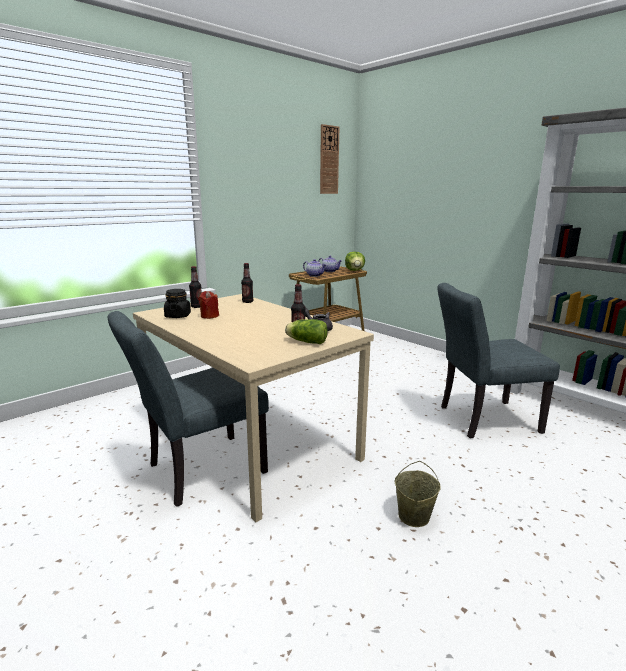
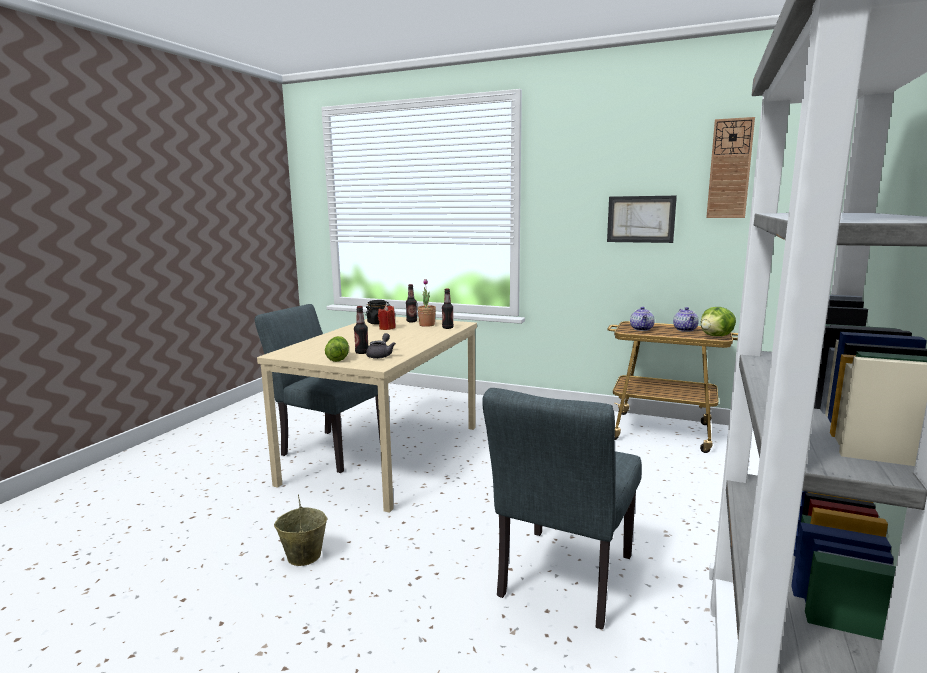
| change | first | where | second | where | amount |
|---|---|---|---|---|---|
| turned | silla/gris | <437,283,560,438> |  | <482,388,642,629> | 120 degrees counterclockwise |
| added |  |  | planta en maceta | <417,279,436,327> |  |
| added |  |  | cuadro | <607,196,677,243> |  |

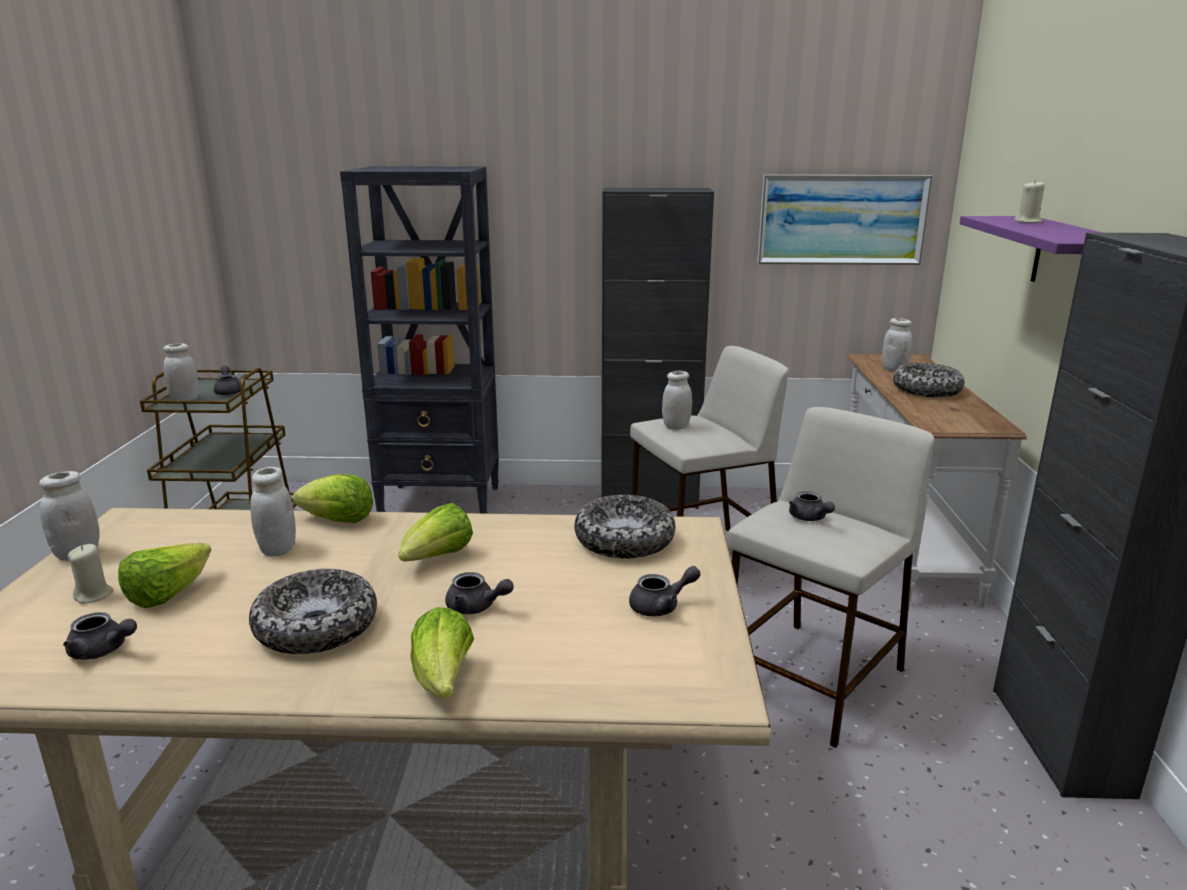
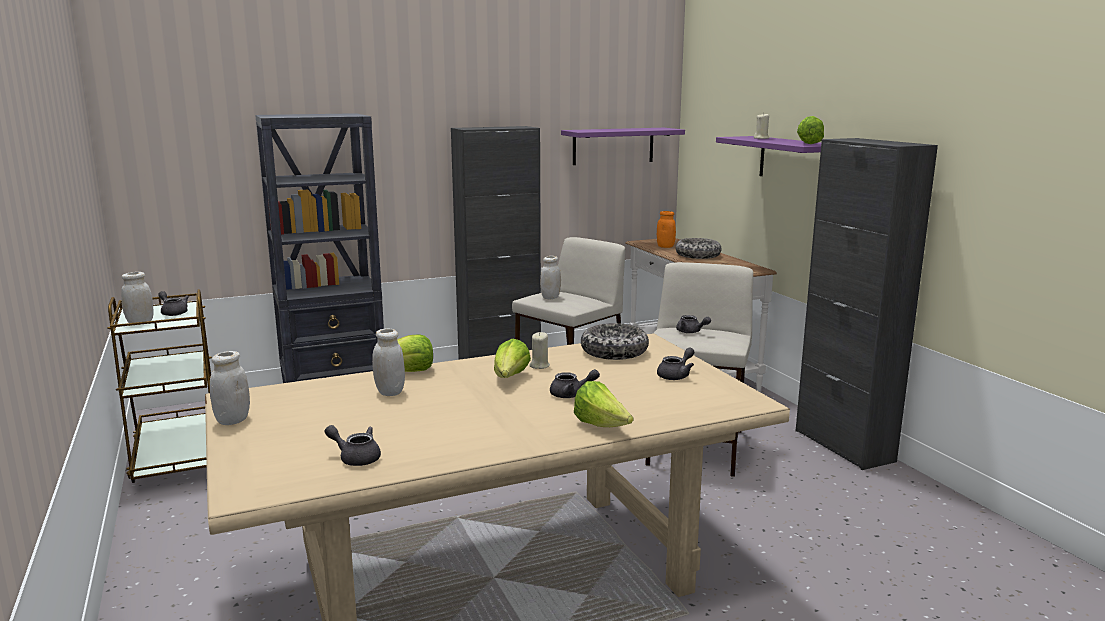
| change | first | where | second | where | amount |
|---|---|---|---|---|---|
| turned | tetera/gris | <63,612,137,660> |  | <324,425,381,466> | 150 degrees counterclockwise |
| moved | vela/beis | <68,544,114,604> |  | <529,332,550,369> |  |
| moved | lechuga | <118,543,211,608> |  | <797,116,824,144> |  |
| removed | cuenco | <249,569,377,654> |  |  |  |
| replaced | cuadro | <757,175,932,265> | estante/morado | <561,128,685,165> |  |
| recoloured | tarro/blanco | <882,318,912,371> | tarro/naranja | <657,211,676,248> |  |

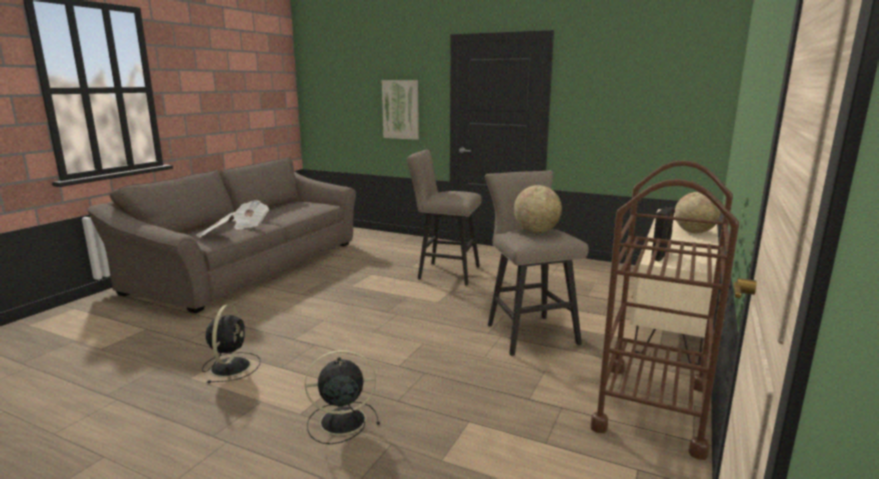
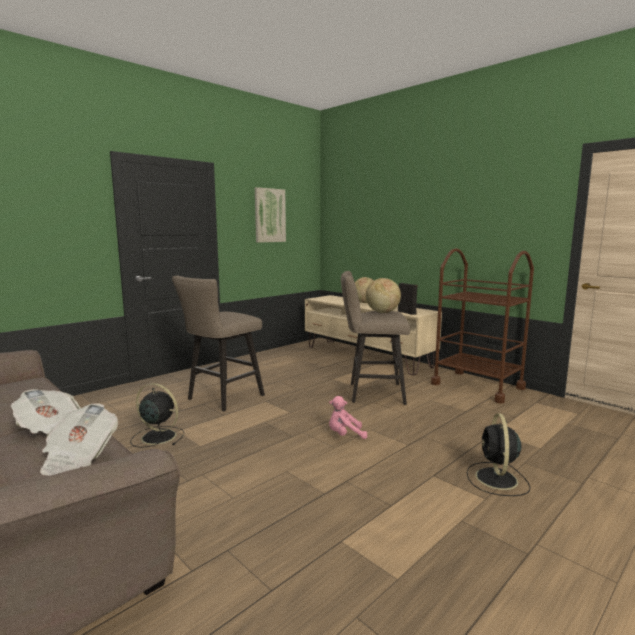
| change | first | where | second | where | amount |
|---|---|---|---|---|---|
| moved | ventilador/negro | <202,304,261,383> |  | <130,383,185,448> |  |
| moved | cuadro | <382,80,419,140> |  | <255,187,286,243> |  |
| added |  |  | peluche/rosa | <329,396,367,439> |  |

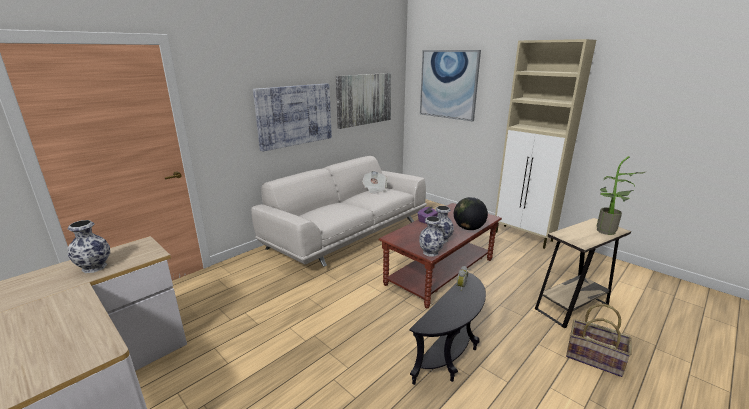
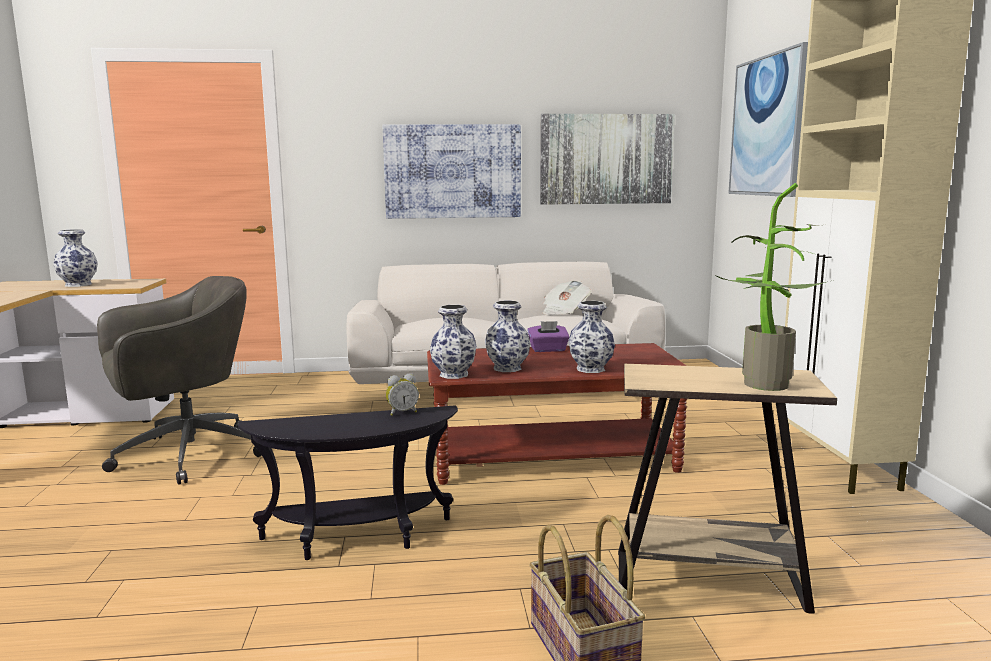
| change | first | where | second | where | amount |
|---|---|---|---|---|---|
| replaced | globo terráqueo | <454,197,488,230> | florero | <568,301,615,373> |  |
| added |  |  | silla de oficina/gris | <97,276,261,485> |  |

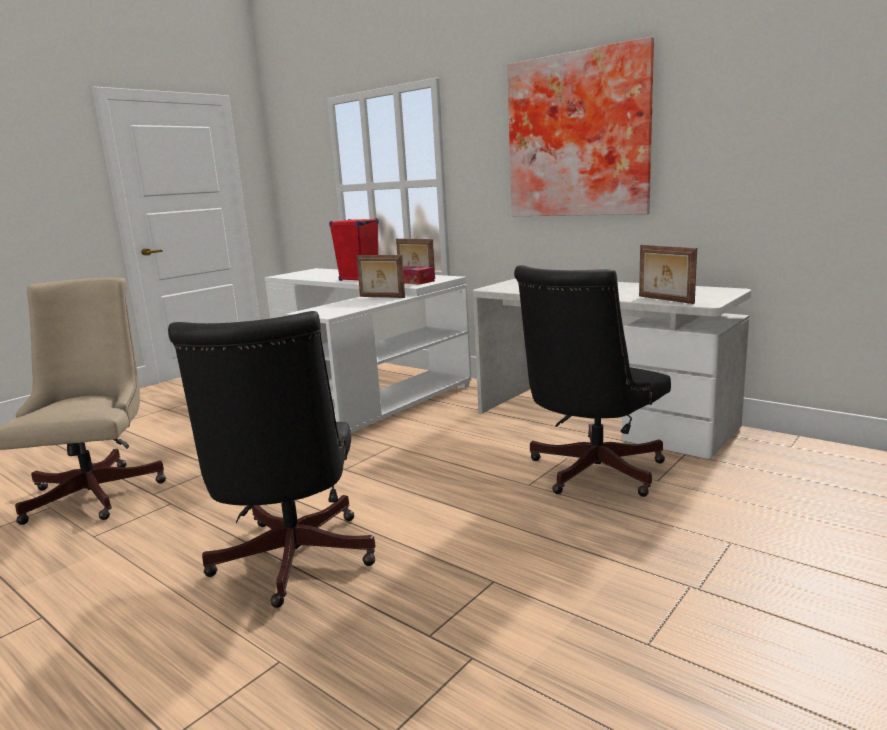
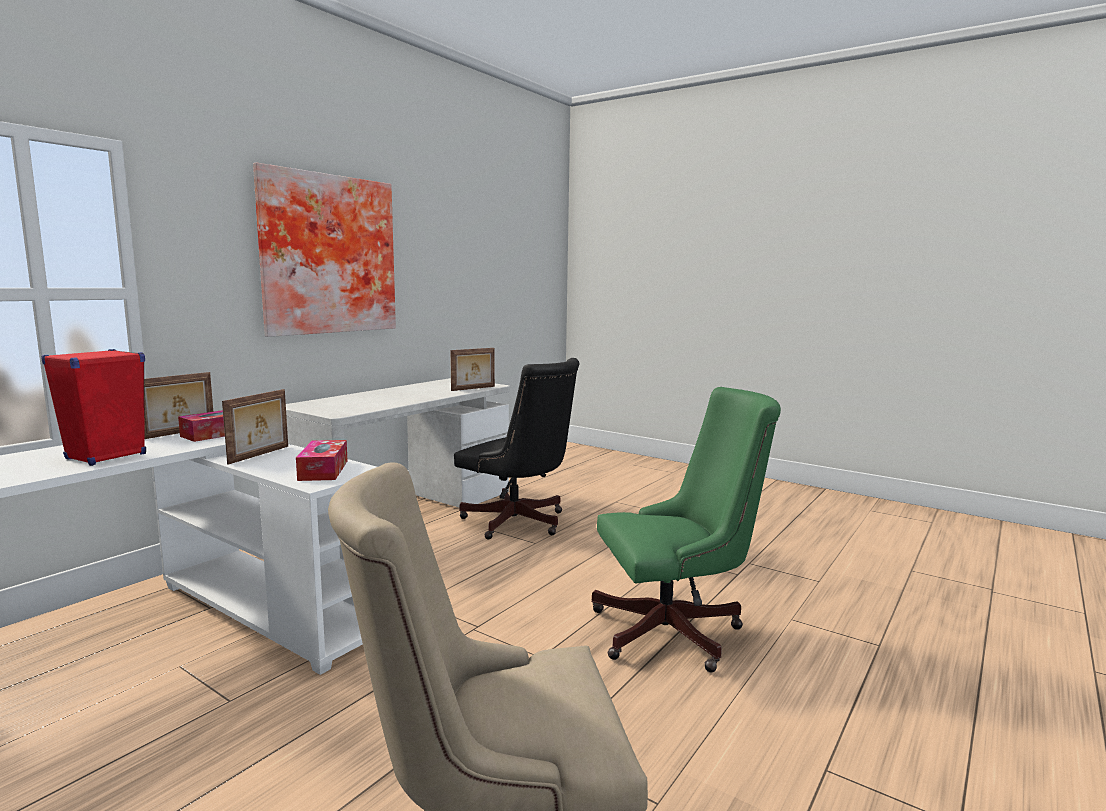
| change | first | where | second | where | amount |
|---|---|---|---|---|---|
| recoloured | silla de oficina/negro | <168,311,376,608> | silla de oficina/verde | <592,387,781,672> |  |
| added |  |  | caja de pañuelos | <296,440,348,481> |  |

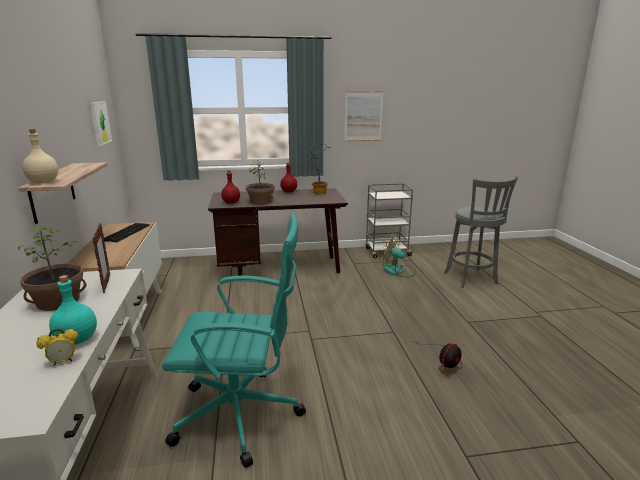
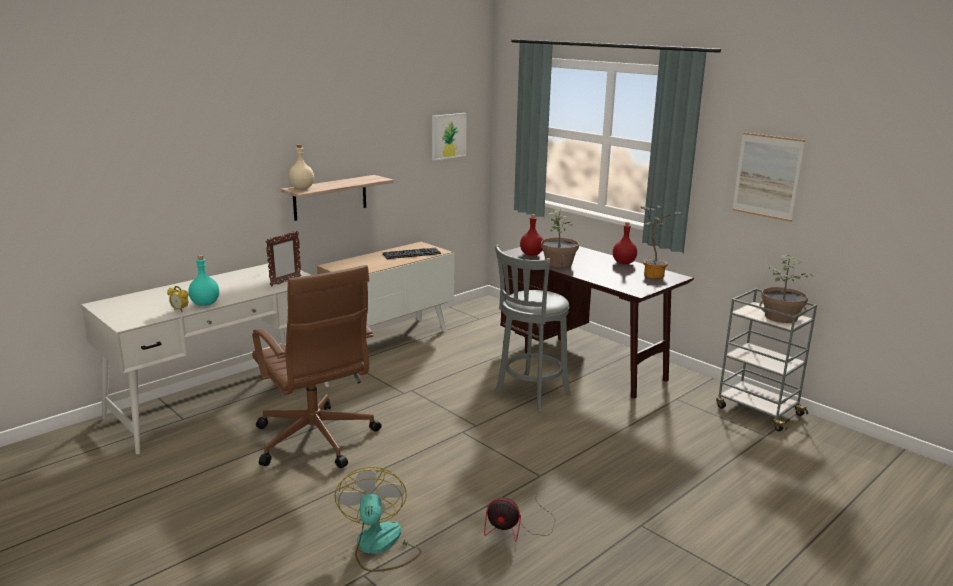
| change | first | where | second | where | amount |
|---|---|---|---|---|---|
| moved | planta en maceta | <18,226,86,311> |  | <759,254,812,323> |  |
| recoloured | silla de oficina/turquesa | <162,213,306,468> | silla de oficina/marrón | <252,265,382,468> |  |
| moved | ventilador | <381,234,416,277> |  | <334,467,421,572> |  |
| moved | taburete/gris | <444,176,518,288> |  | <494,245,571,412> |  |

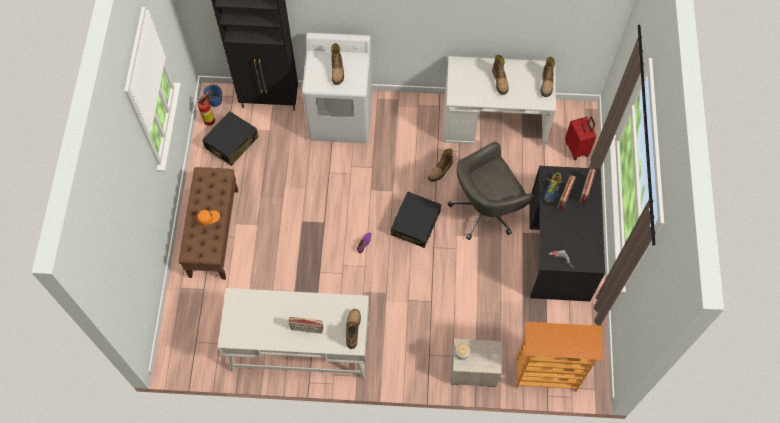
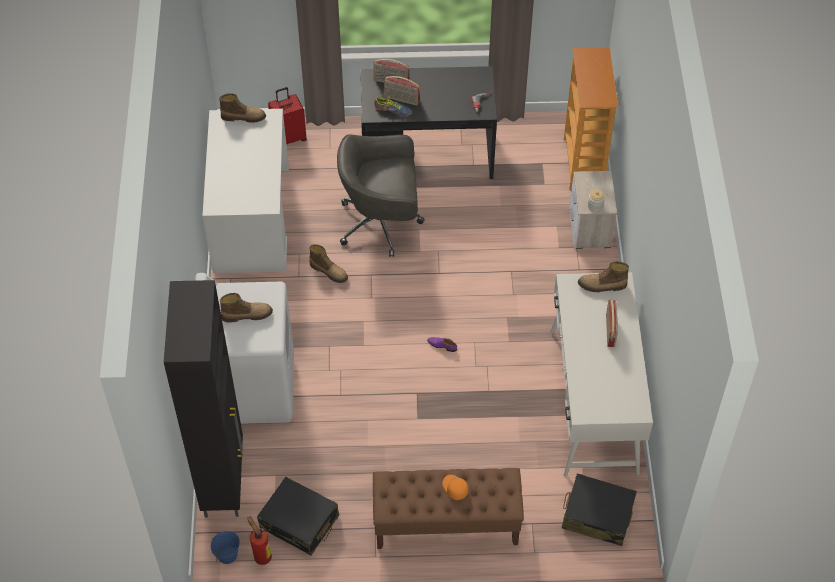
| change | first | where | second | where | amount |
|---|---|---|---|---|---|
| moved | maleta/negro | <391,191,441,248> |  | <562,473,637,546> |  |
| turned | silla de oficina/gris | <448,142,533,240> |  | <337,135,425,257> | 120 degrees clockwise |
| removed | bota | <492,54,509,95> |  |  |  |

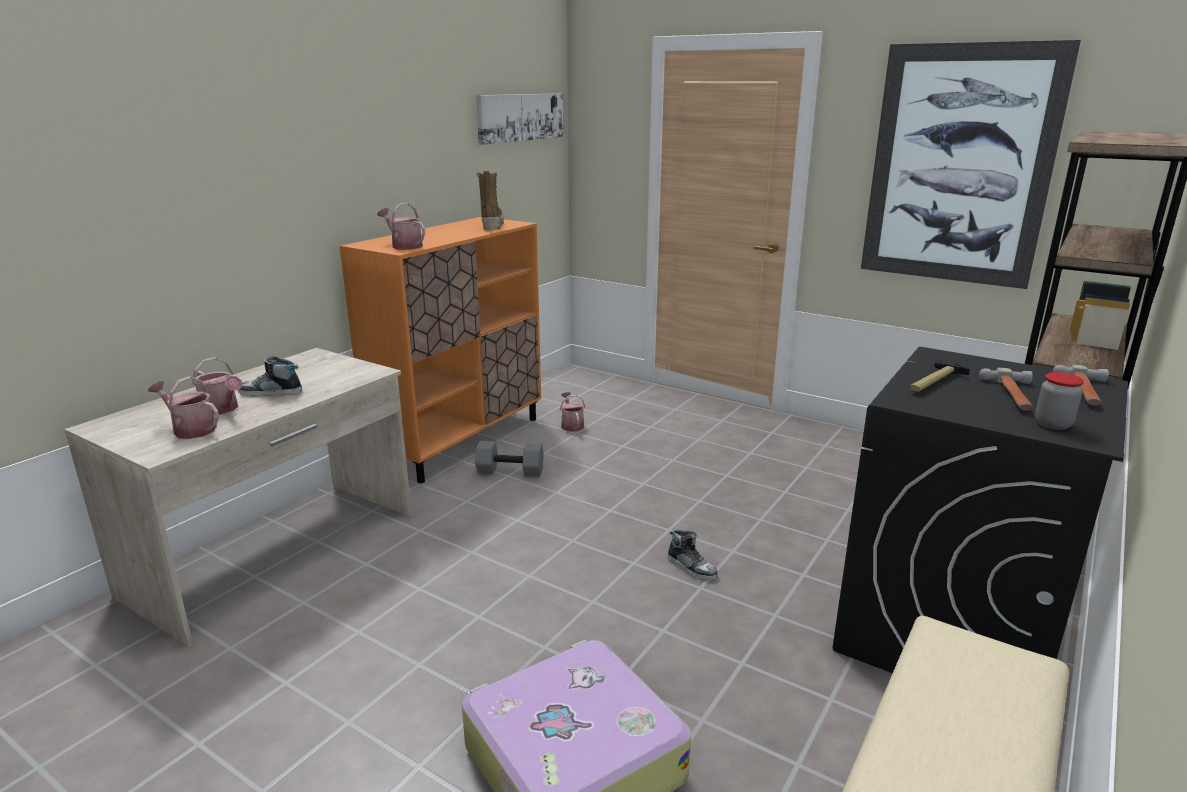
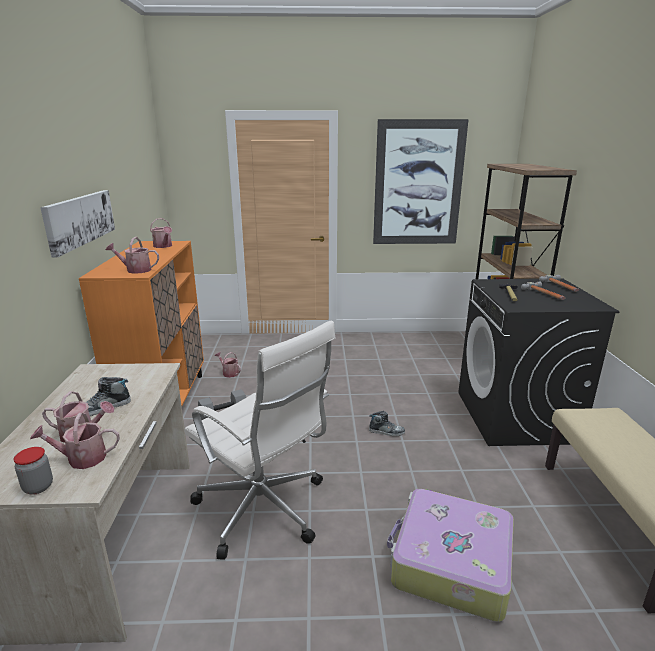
| change | first | where | second | where | amount |
|---|---|---|---|---|---|
| moved | cuadro | <476,93,563,145> |  | <40,190,115,257> |  |
| replaced | bota | <477,171,504,230> | regadera | <150,218,172,248> |  |
| moved | tarro | <1035,372,1084,430> |  | <14,447,53,495> |  |
| added |  |  | silla de oficina/blanco | <184,320,336,560> |  |

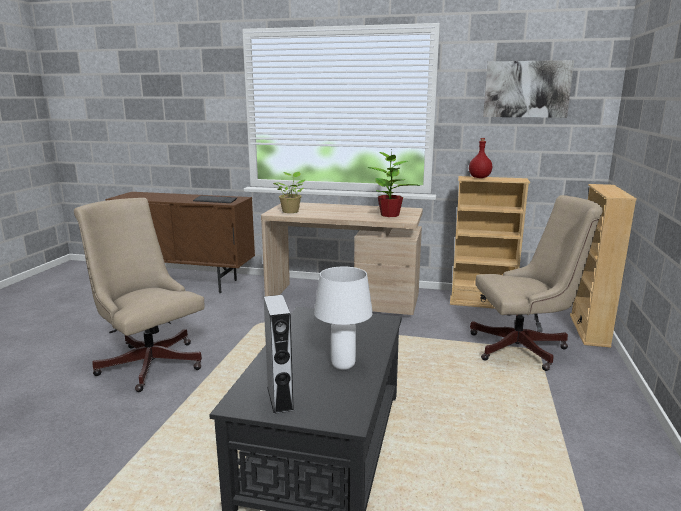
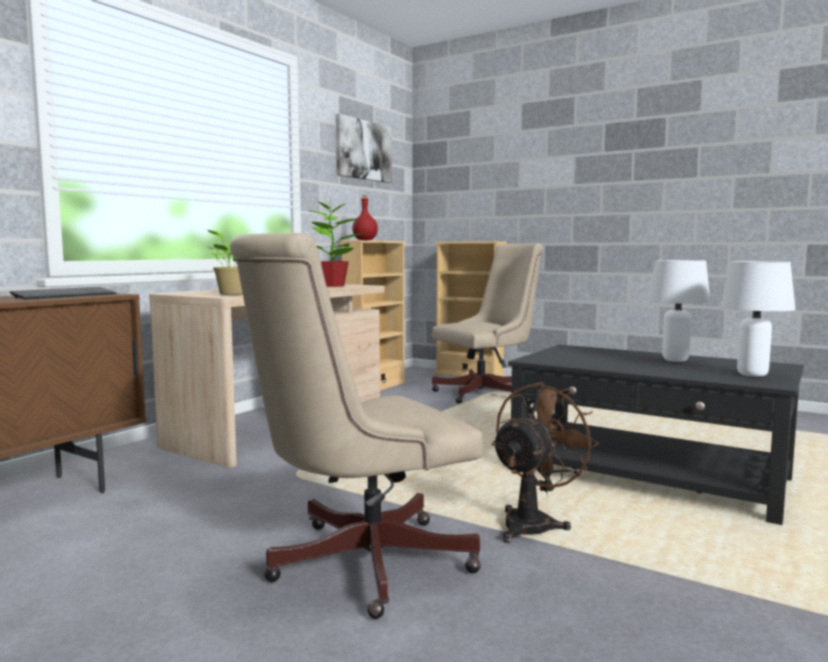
| change | first | where | second | where | amount |
|---|---|---|---|---|---|
| replaced | altavoz/gris | <264,295,294,414> | lámpara de mesa/blanco | <720,261,796,377> |  |
| turned | silla de oficina/beis | <470,195,603,371> |  | <432,244,543,404> | 45 degrees clockwise |
| added |  |  | ventilador/marrón | <491,382,599,543> |  |

